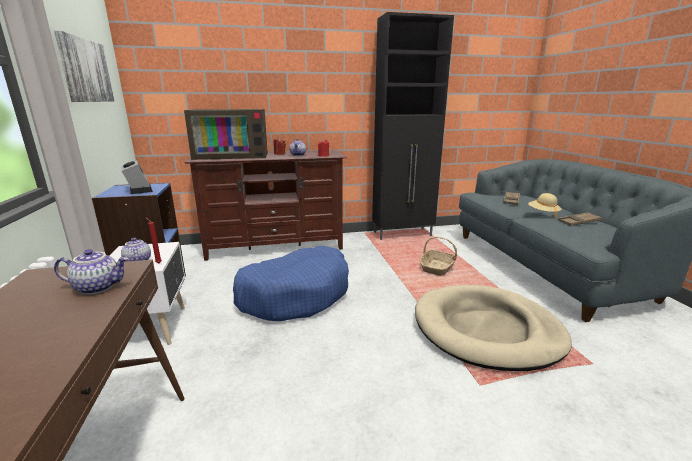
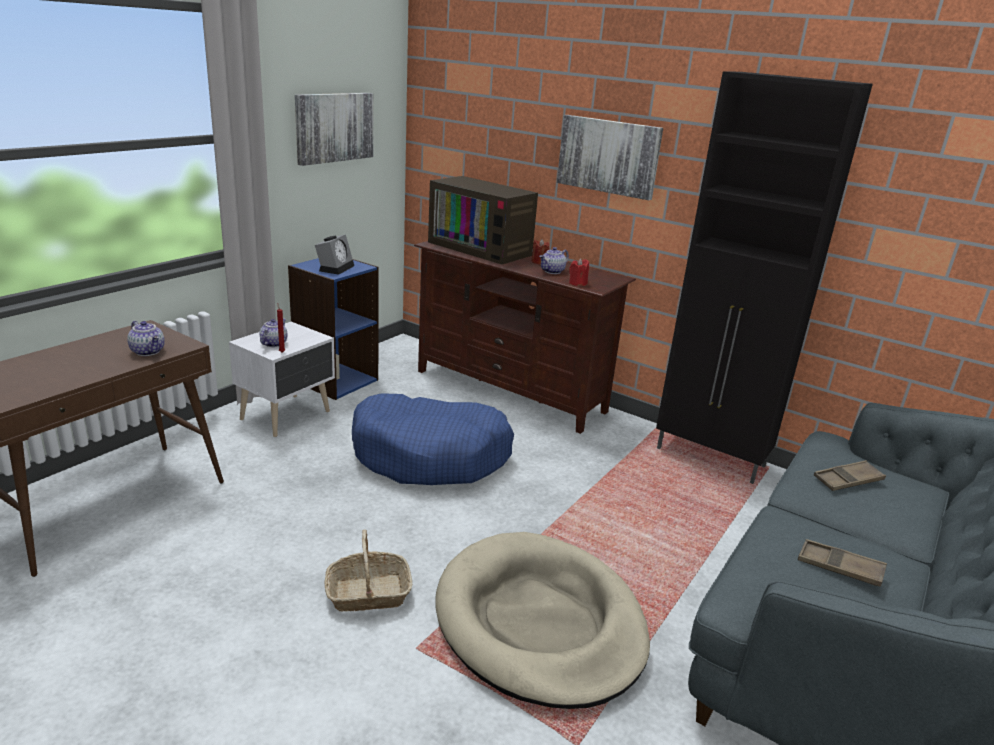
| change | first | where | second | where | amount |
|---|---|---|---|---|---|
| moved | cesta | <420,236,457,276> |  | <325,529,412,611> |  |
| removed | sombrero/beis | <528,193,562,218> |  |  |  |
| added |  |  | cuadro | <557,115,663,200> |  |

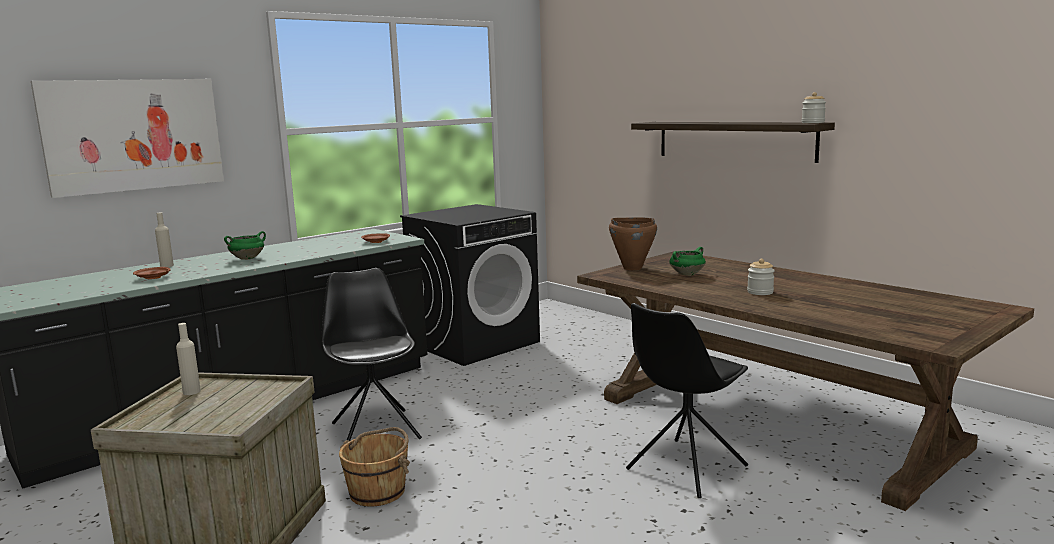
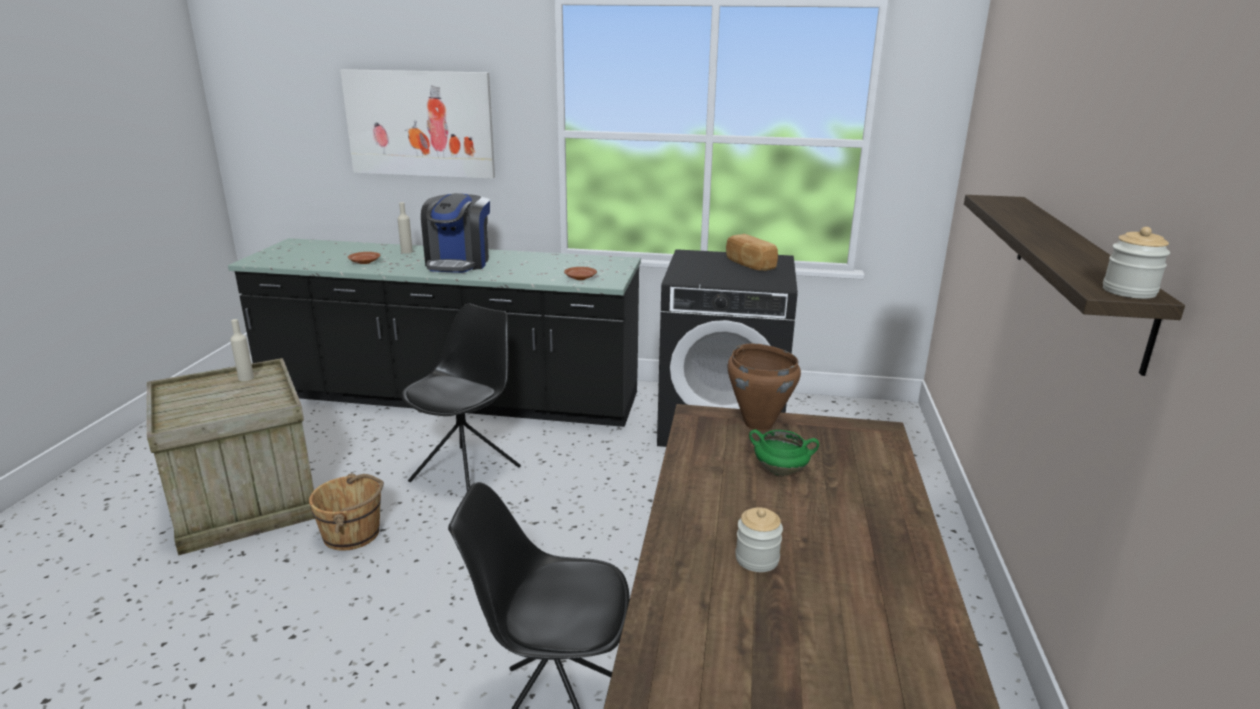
| change | first | where | second | where | amount |
|---|---|---|---|---|---|
| replaced | olla/verde | <224,231,266,260> | cafetera | <421,193,490,273> |  |
| added |  |  | pan | <726,234,778,271> |  |

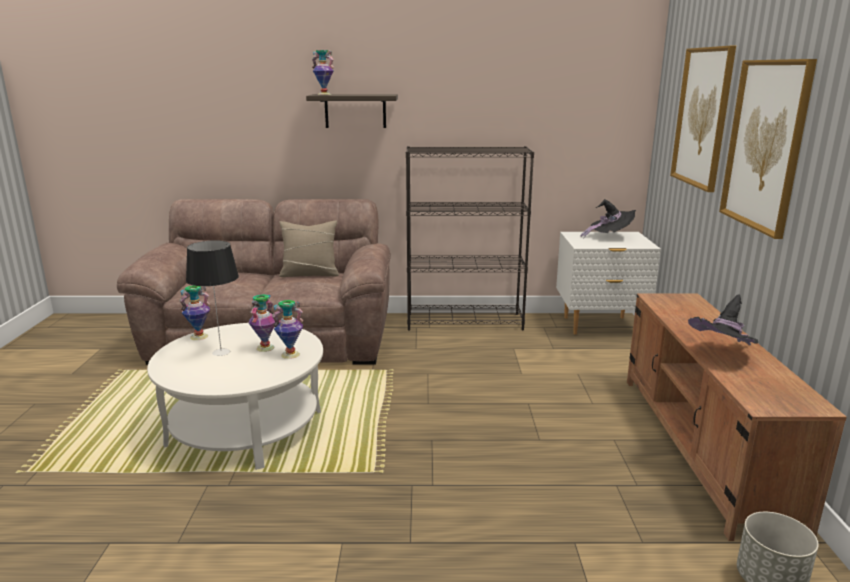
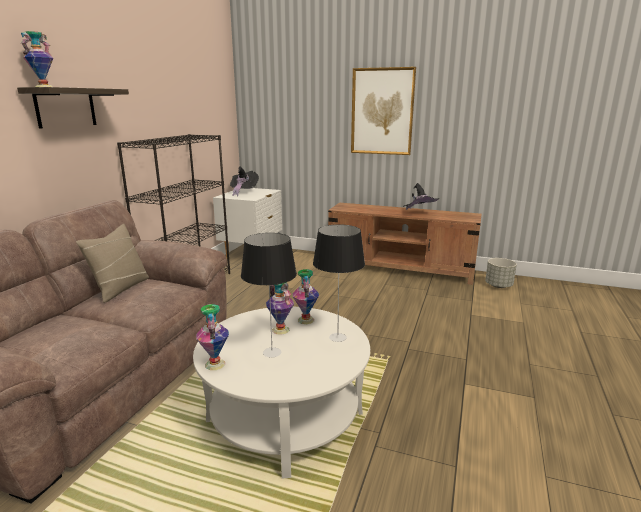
| change | first | where | second | where | amount |
|---|---|---|---|---|---|
| removed | cuadro | <670,46,736,192> |  |  |  |
| added |  |  | lámpara de mesa | <313,224,365,342> |  |

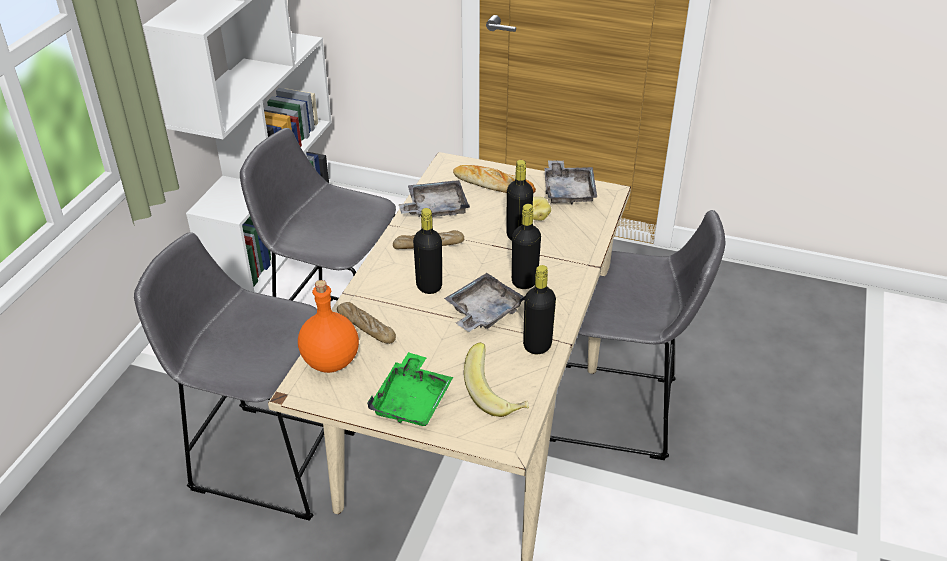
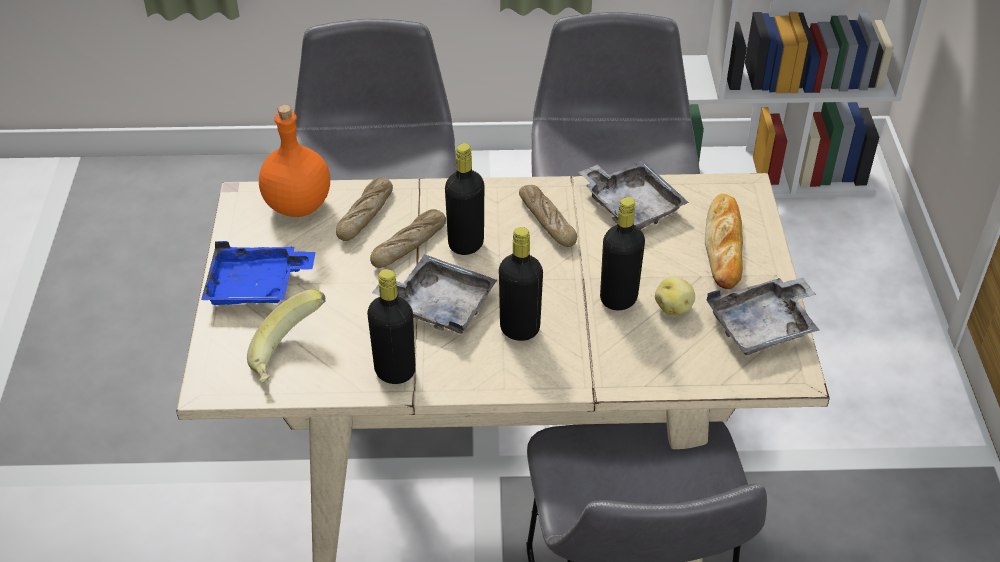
| change | first | where | second | where | amount |
|---|---|---|---|---|---|
| recoloured | bandeja/verde | <367,352,453,426> | bandeja/azul | <201,241,315,305> |  |
| added |  |  | pan | <370,209,446,268> |  |

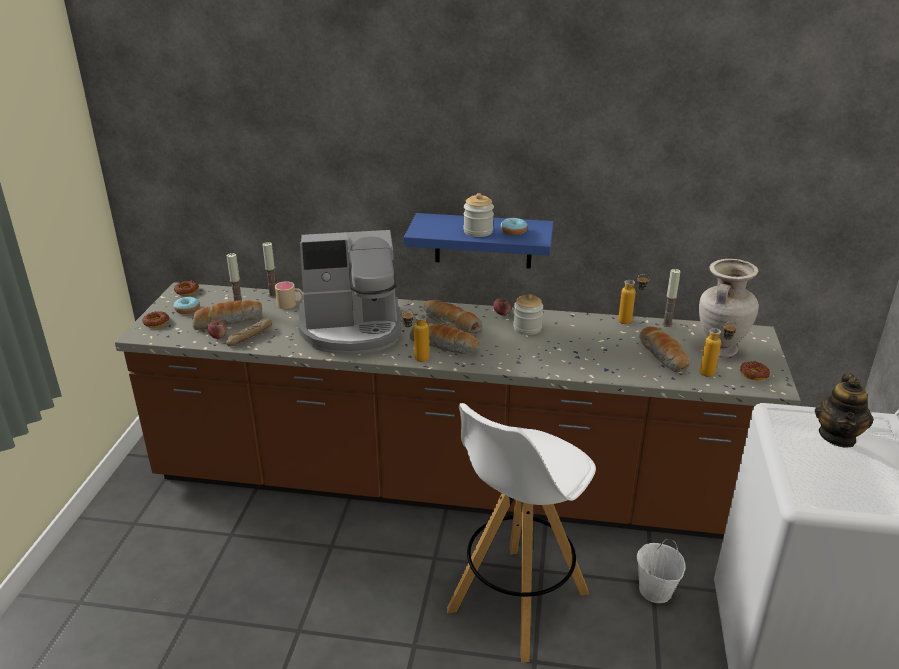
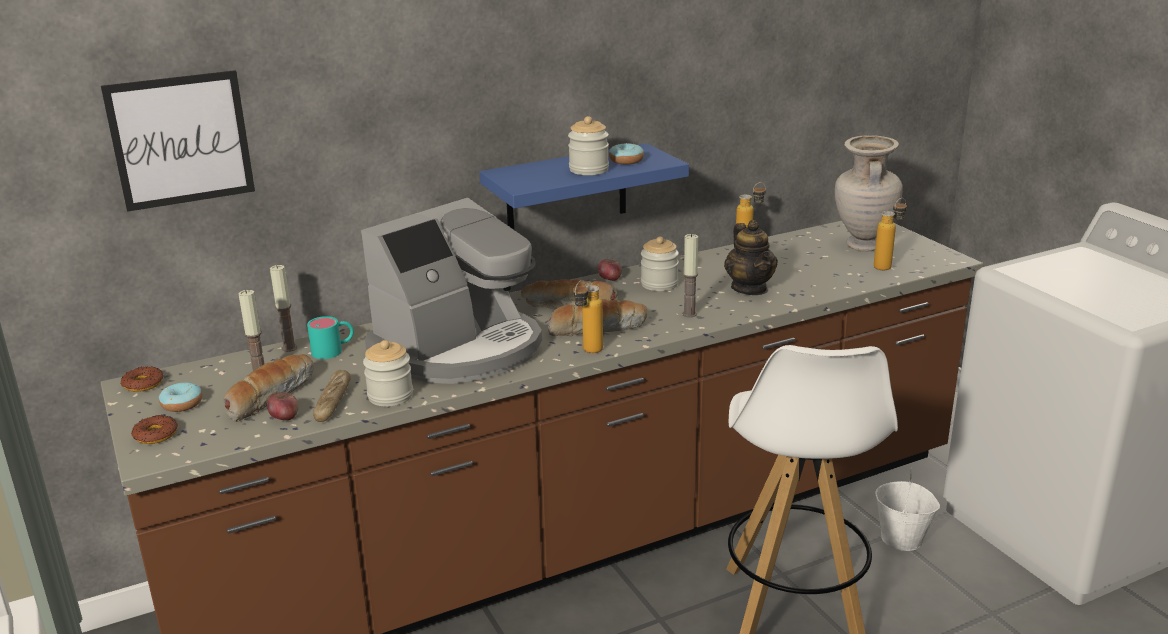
| change | first | where | second | where | amount |
|---|---|---|---|---|---|
| recoloured | taza grande/beis | <275,281,304,309> | taza grande/turquesa | <307,316,354,359> |  |
| removed | pan | <639,326,690,372> |  |  |  |
| moved | vela | <662,269,681,327> |  | <682,234,698,317> |  |
| removed | rosquilla | <740,361,770,380> |  |  |  |
| moved | tetera | <815,373,874,448> |  | <724,220,778,295> |  |
| added |  |  | cuadro | <101,70,255,212> |  |
| added |  |  | tarro | <363,340,413,407> |  |

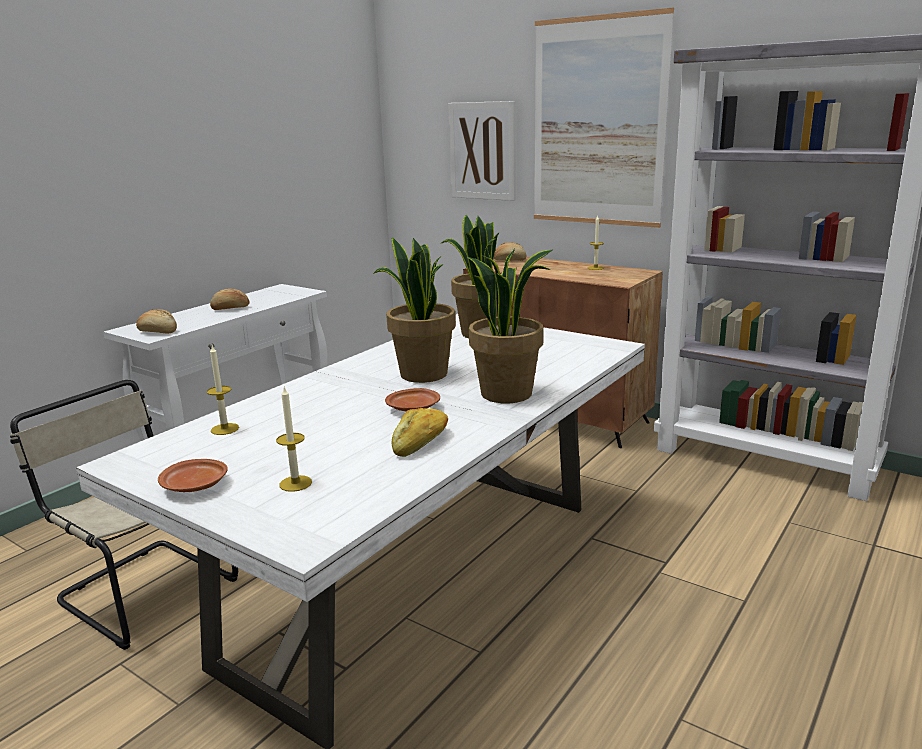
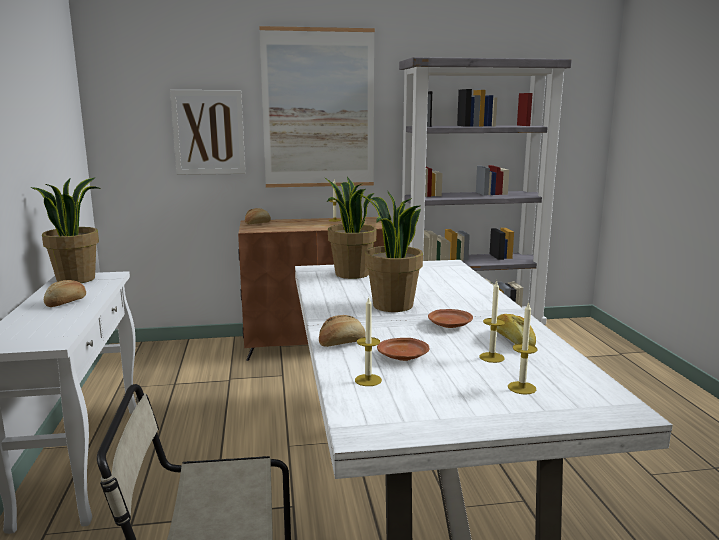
| change | first | where | second | where | amount |
|---|---|---|---|---|---|
| moved | pan | <136,309,177,333> |  | <319,315,366,347> |  |
| moved | plato/marrón | <158,459,228,492> |  | <377,338,429,361> |  |
| moved | planta en maceta | <467,249,552,403> |  | <31,177,100,283> |  |
| added |  |  | vela | <479,280,505,363> |  |

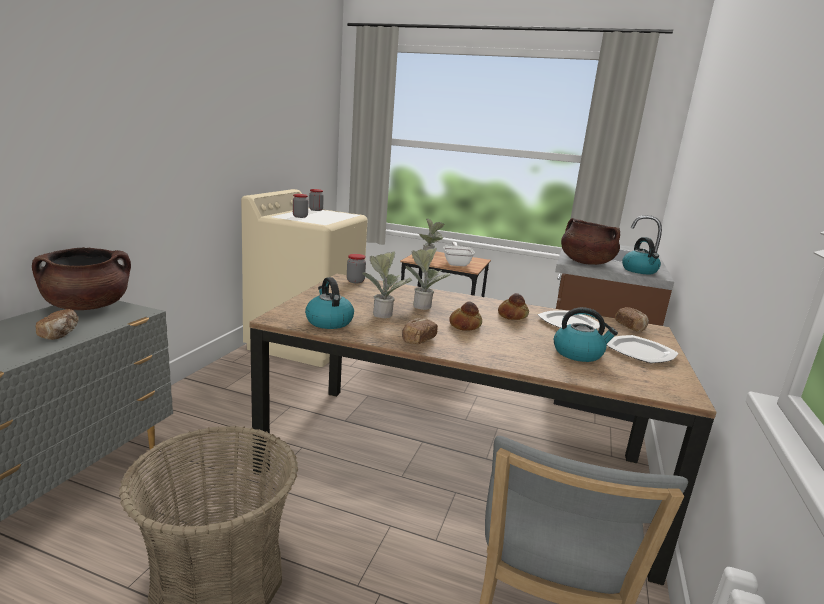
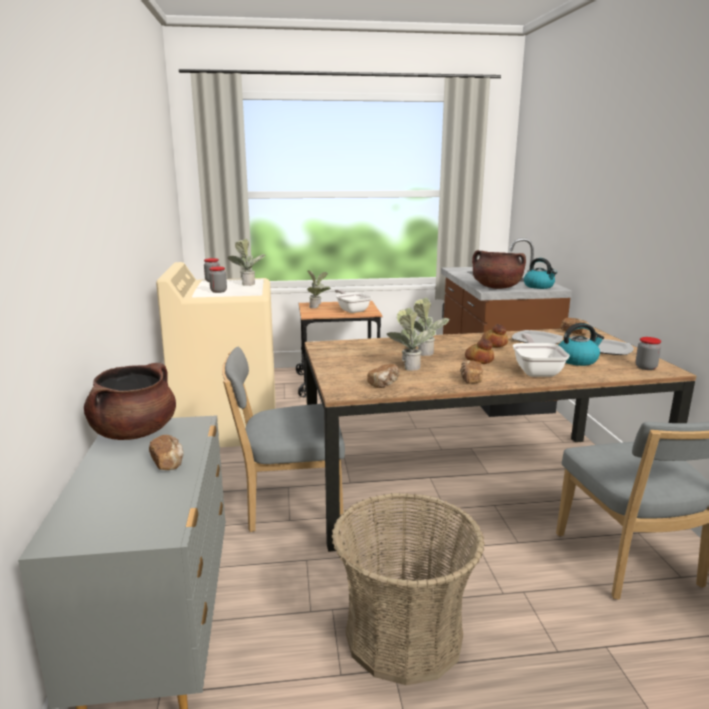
| change | first | where | second | where | amount |
|---|---|---|---|---|---|
| replaced | hervidor | <305,277,354,329> | pan | <367,364,400,388> |  |
| moved | tarro | <347,254,366,283> |  | <635,337,661,370> |  |
| added |  |  | silla/gris | <222,347,345,532> |  |
| added |  |  | planta en maceta | <228,238,266,286> |  |
| added |  |  | sartén | <513,333,570,377> |  |

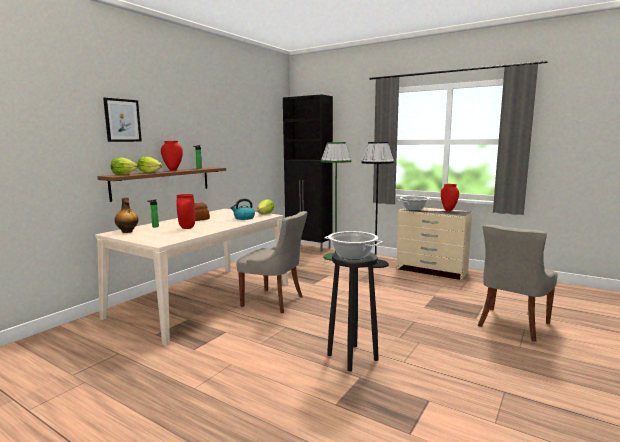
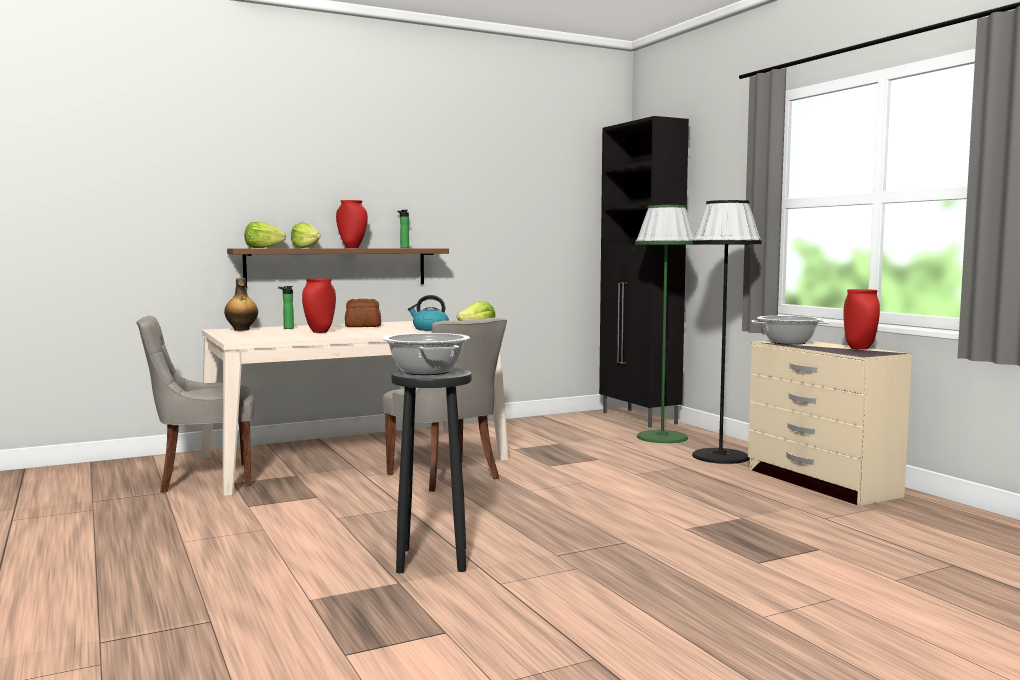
| change | first | where | second | where | amount |
|---|---|---|---|---|---|
| removed | cuadro | <103,98,142,142> |  |  |  |
| moved | silla/gris | <478,225,558,342> |  | <136,316,255,493> |  |

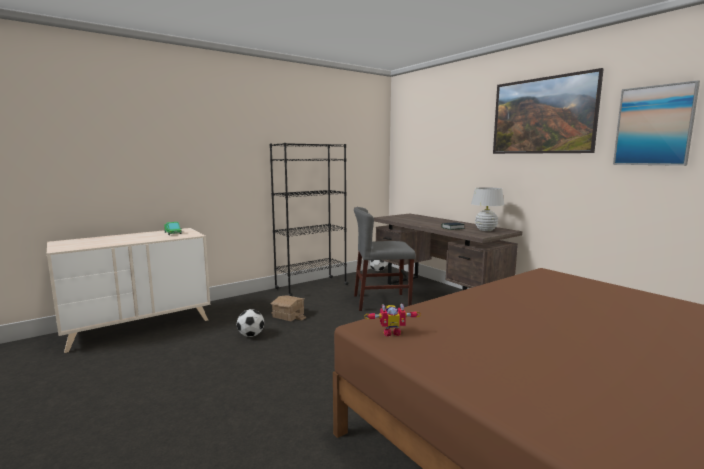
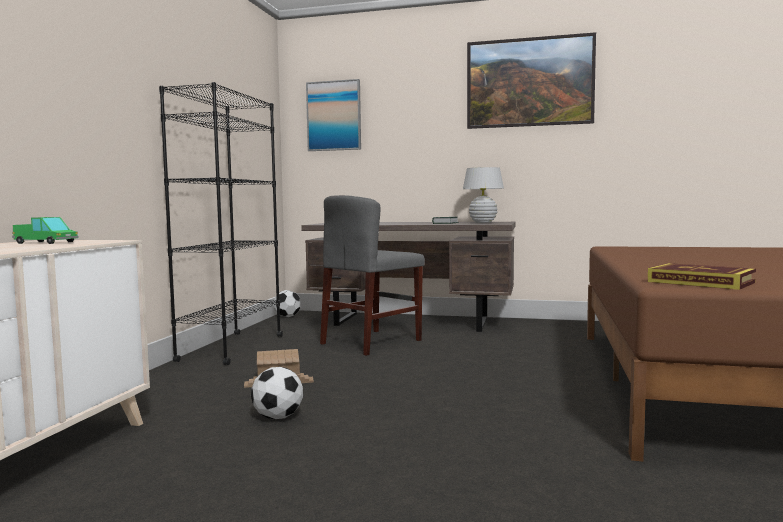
| change | first | where | second | where | amount |
|---|---|---|---|---|---|
| replaced | robot de juguete | <364,303,421,336> | libro | <648,263,756,290> |  |
| moved | cuadro | <613,80,700,166> |  | <306,79,361,151> |  |

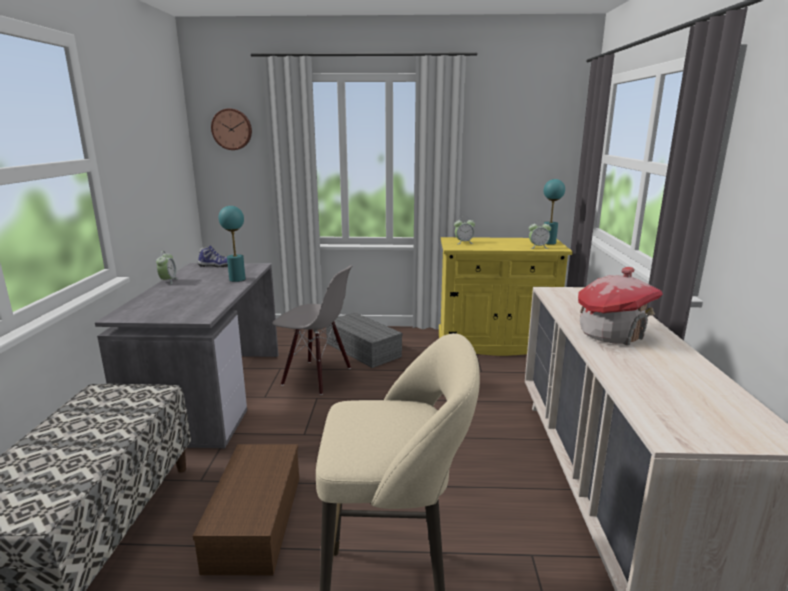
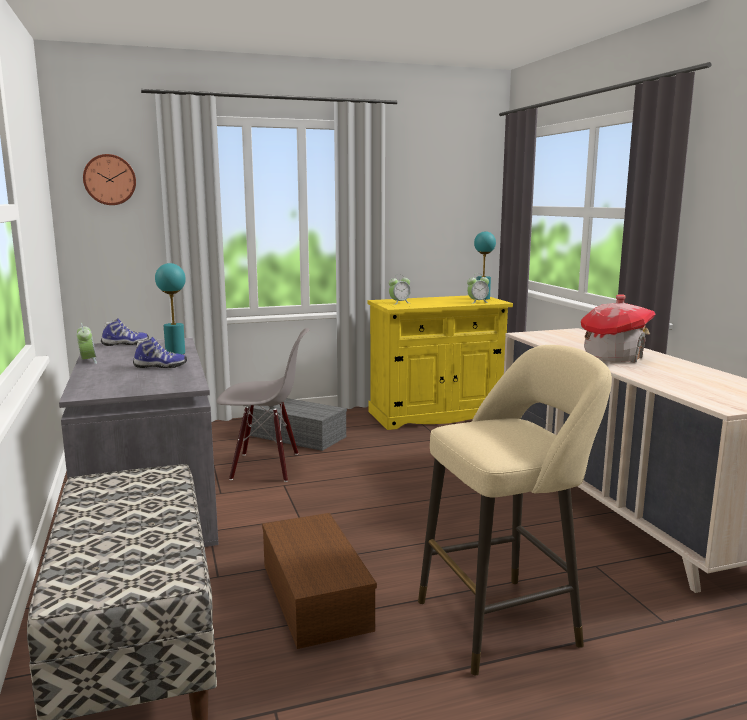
| change | first | where | second | where | amount |
|---|---|---|---|---|---|
| added |  |  | zapato | <133,337,187,368> |  |

